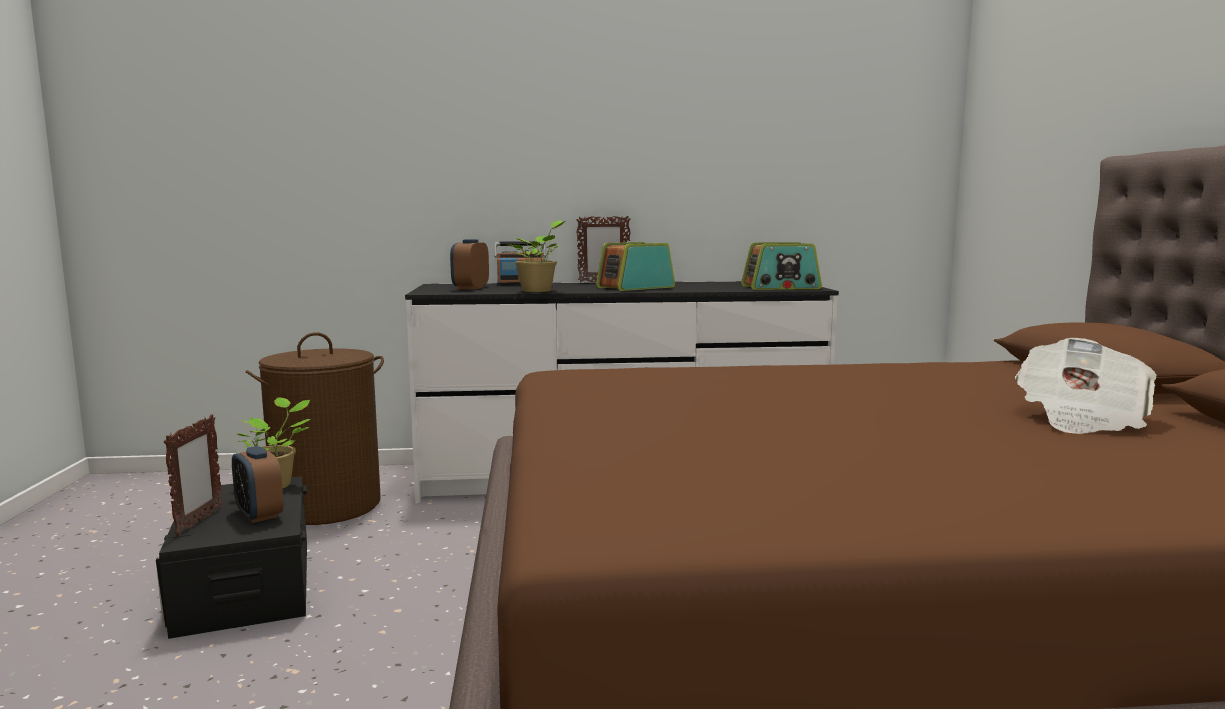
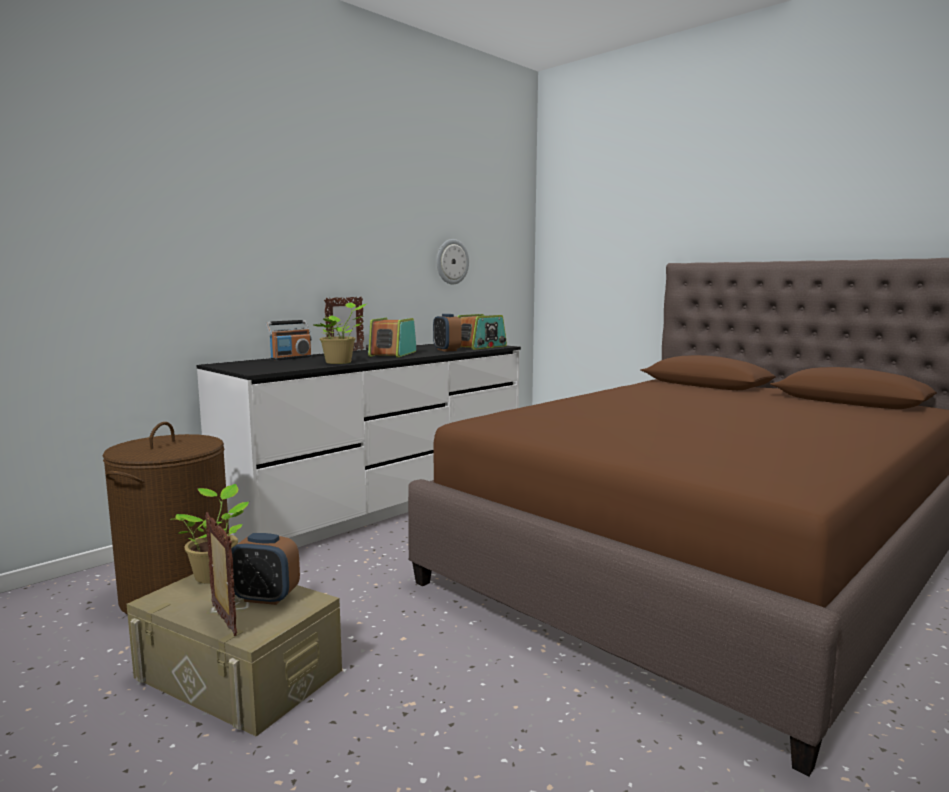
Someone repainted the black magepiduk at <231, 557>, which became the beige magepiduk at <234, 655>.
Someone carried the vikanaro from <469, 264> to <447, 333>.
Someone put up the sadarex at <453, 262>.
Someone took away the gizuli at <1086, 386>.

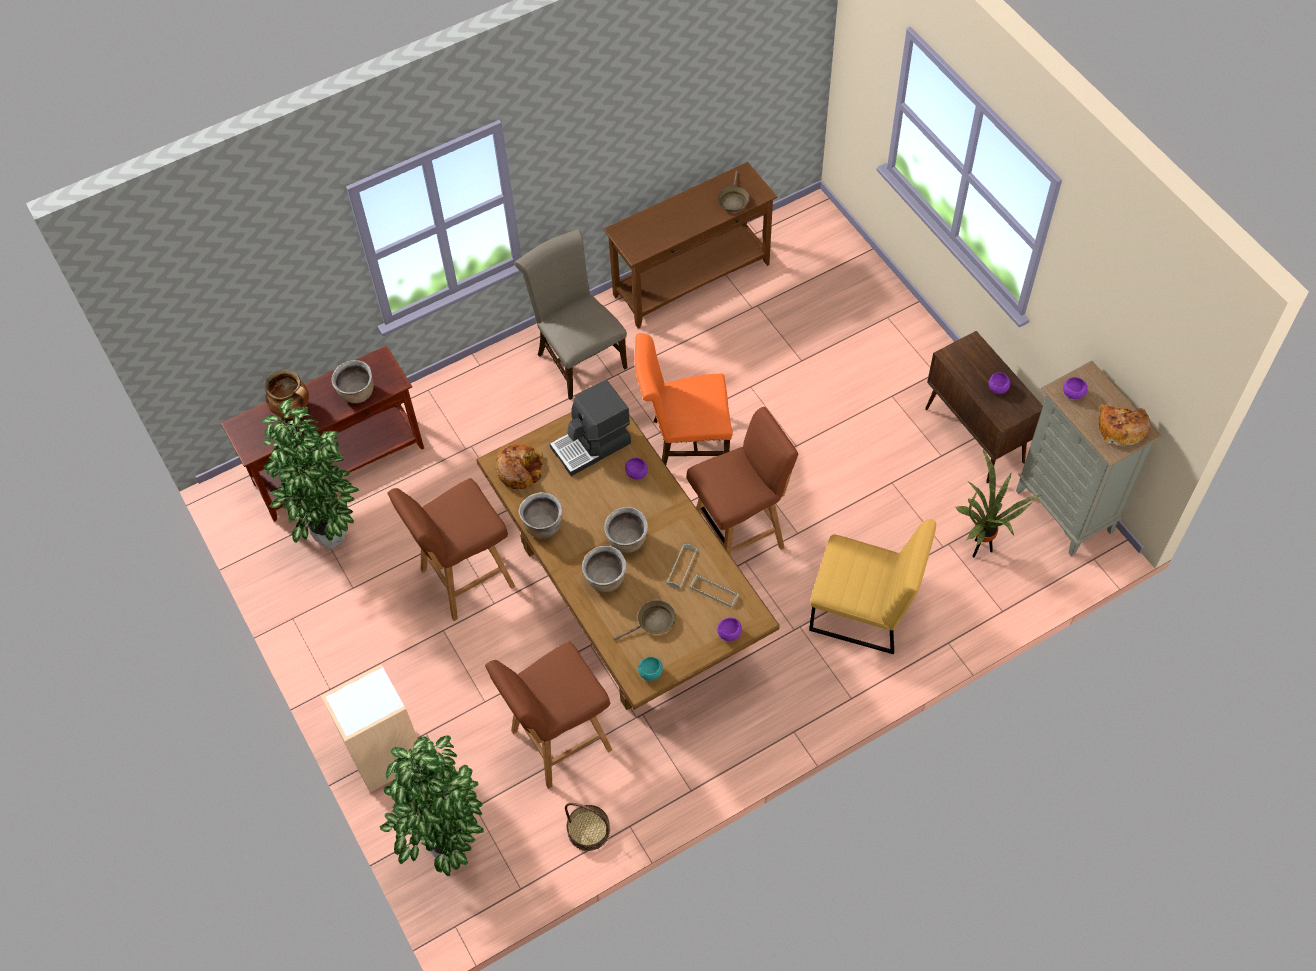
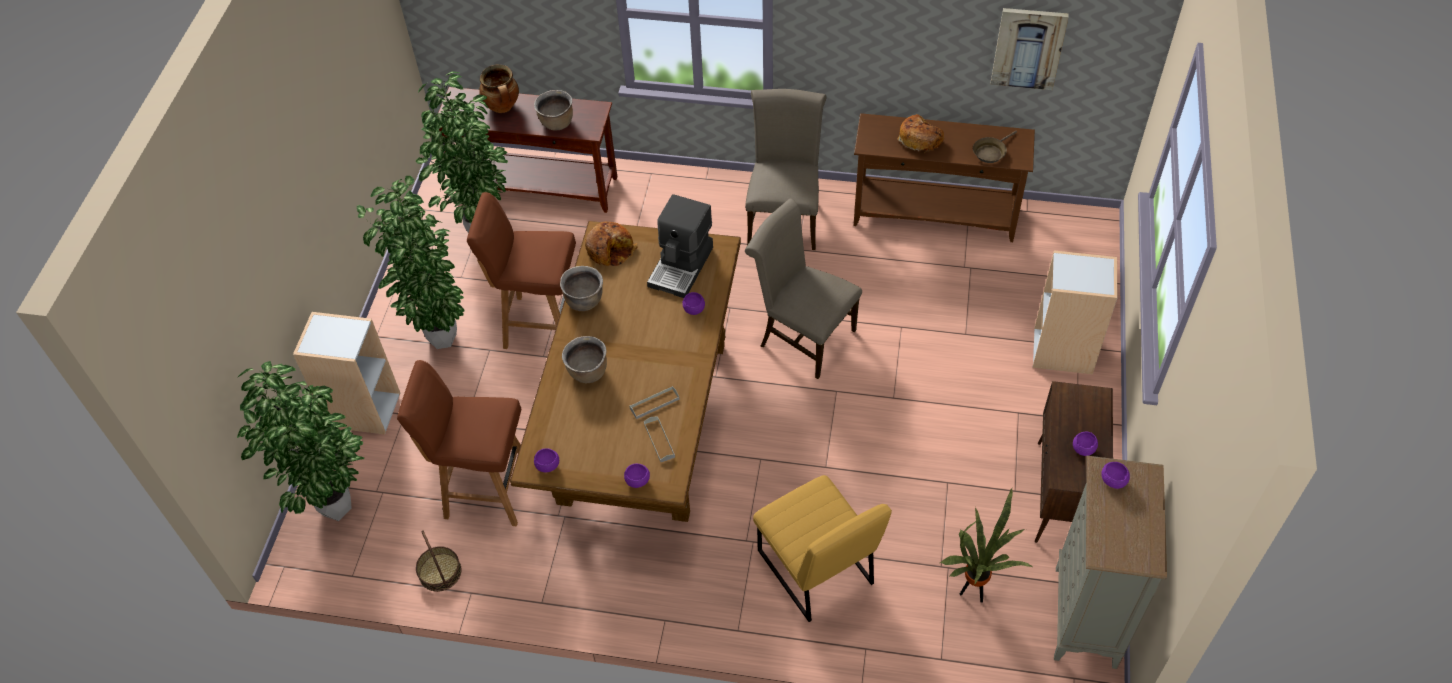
Someone put down the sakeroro at <411, 262>.
Someone repainted the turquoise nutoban at <650, 669>, which became the purple nutoban at <546, 460>.
Someone rotated the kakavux at <590, 428> by 75 degrees counterclockwise.
Someone repainted the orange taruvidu at <684, 399>, which became the beige taruvidu at <803, 289>.
Someone carried the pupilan from <1125, 425> to <920, 133>.
Someone put up the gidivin at <1030, 49>.
Someone put down the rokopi at <1075, 312>.
Someone took away the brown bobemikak at <626, 530>.
Someone took away the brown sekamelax at <644, 620>.
Someone took away the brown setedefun at <742, 481>.

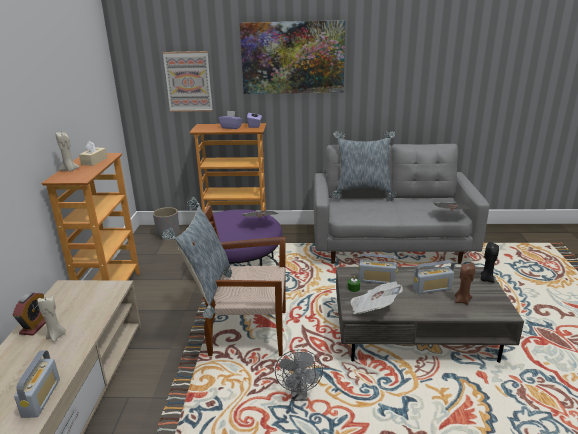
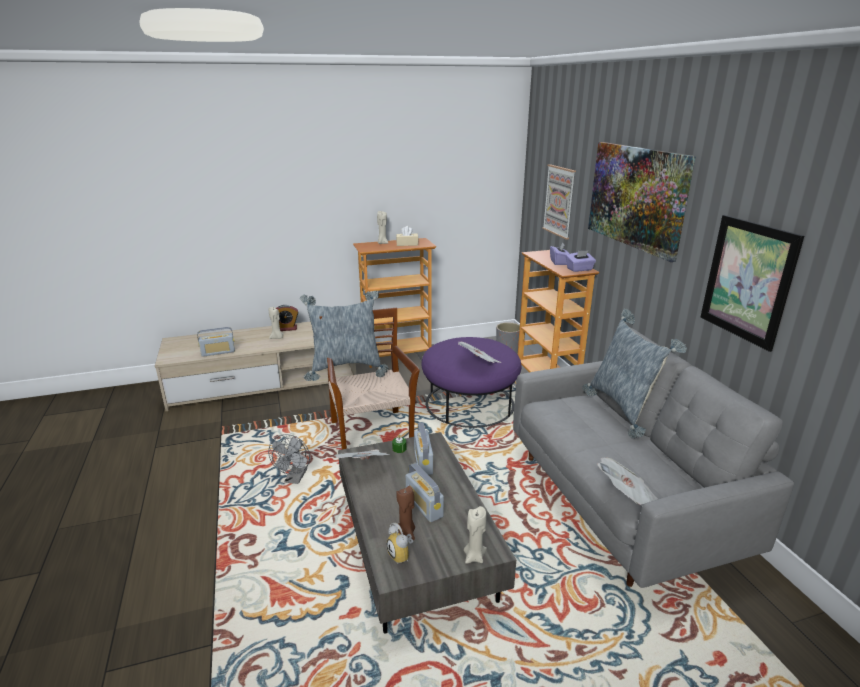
Someone rotated the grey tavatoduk at <299, 375> by 60 degrees counterclockwise.
Someone put down the vikanaro at <400, 543>.
Someone repainted the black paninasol at <489, 262>, which became the beige paninasol at <475, 535>.
Someone put up the gidivin at <752, 283>.

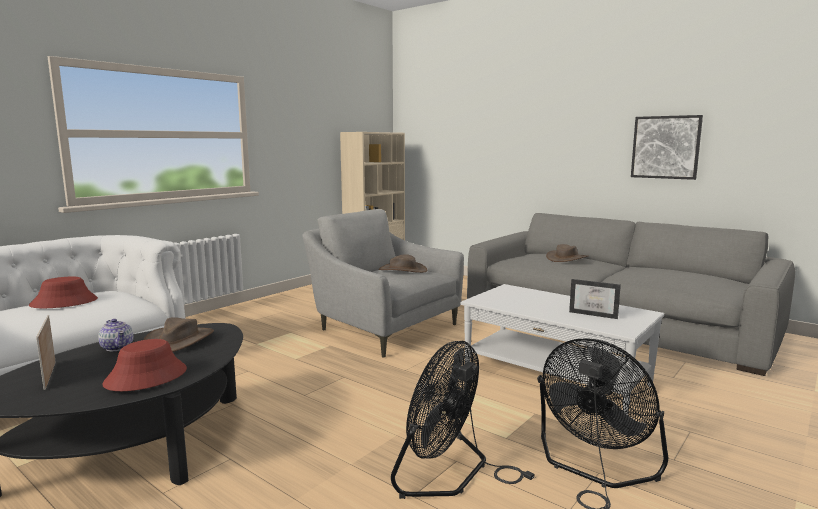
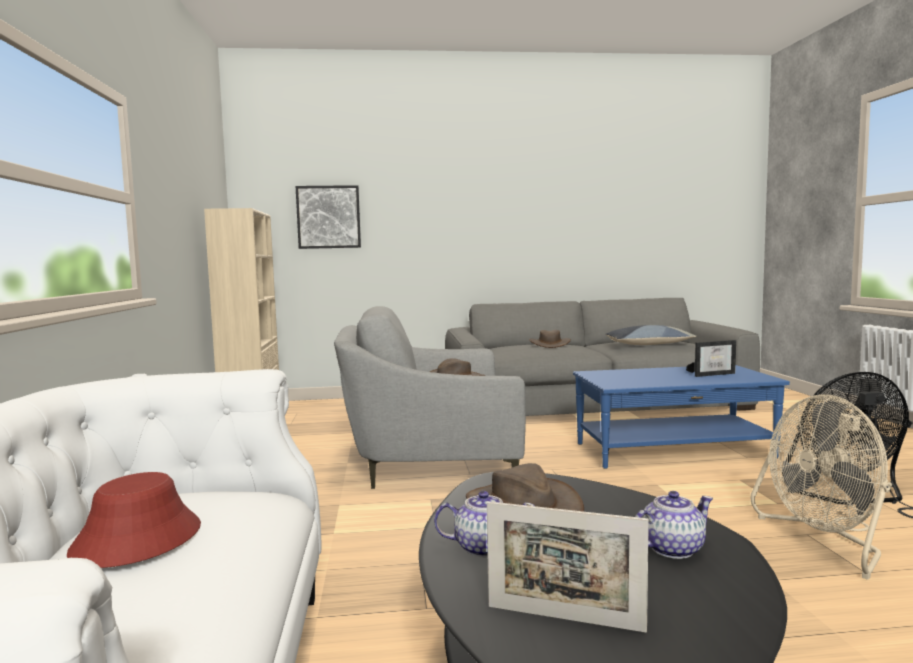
Someone carried the gidivin from <667, 147> to <328, 217>.
Someone repainted the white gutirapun at <562, 349>, which became the blue gutirapun at <681, 417>.
Someone put down the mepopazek at <650, 335>.
Someone swapped the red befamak at <144, 365> for the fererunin at <674, 525>.
Someone repainted the black tavatoduk at <463, 420>, which became the beige tavatoduk at <821, 487>.

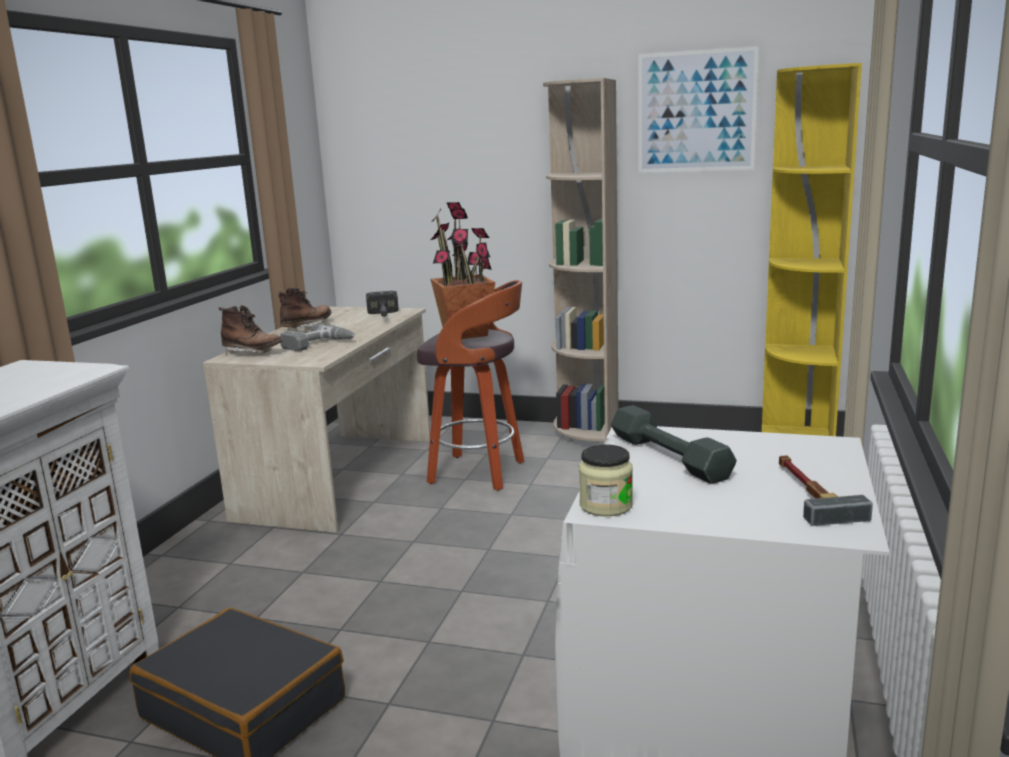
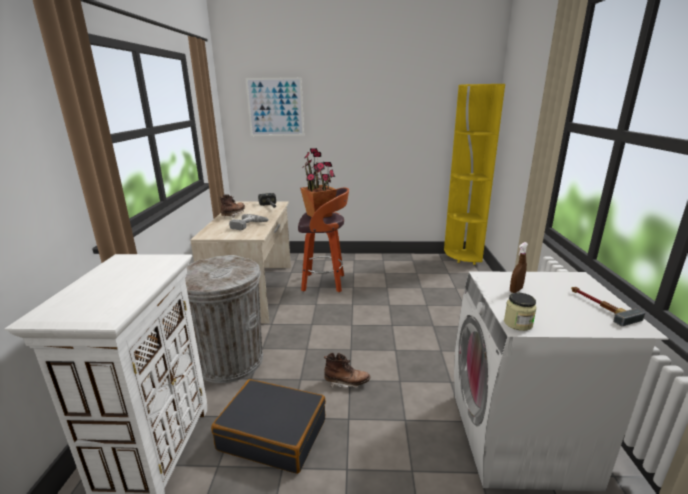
Someone put down the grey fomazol at <224, 319>.
Someone carried the gidivin from <698, 109> to <274, 106>.
Someone carried the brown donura from <251, 330> to <347, 370>.
Someone swapped the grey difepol at <674, 444> for the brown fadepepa at <519, 267>.
Someone took away the beige rokopi at <580, 261>.

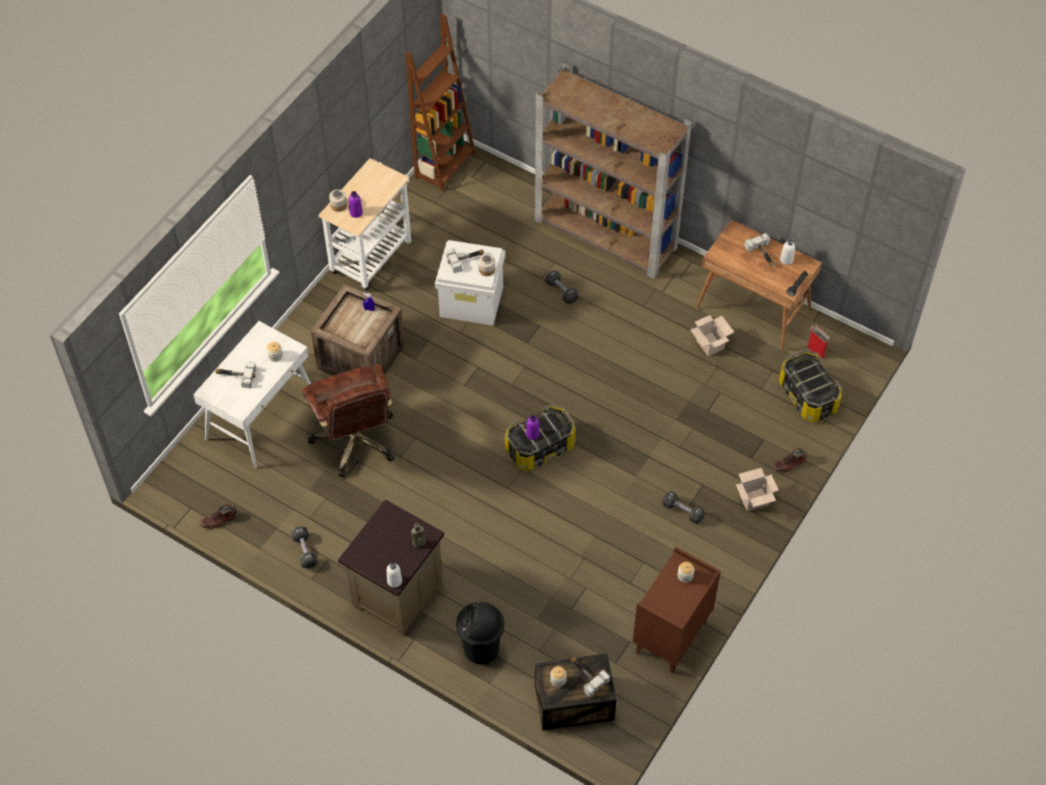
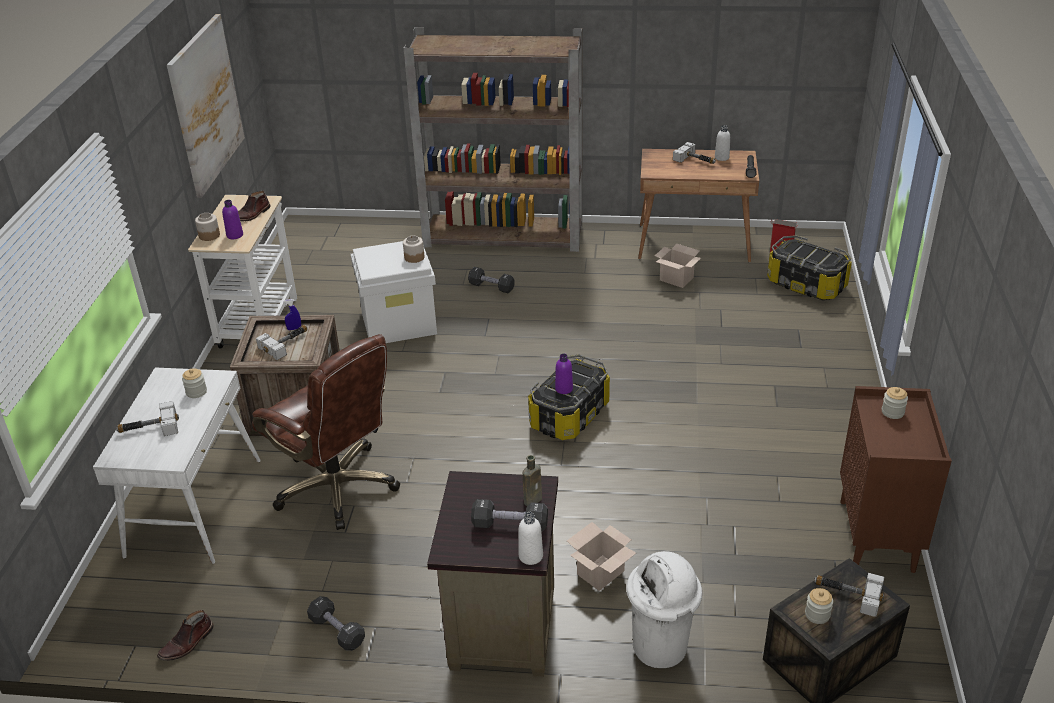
Someone put up the gidivin at <206, 106>.
Someone carried the brown donura from <789, 460> to <254, 206>.
Someone carried the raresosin from <465, 260> to <281, 342>.
Someone carried the black difepol from <683, 507> to <509, 515>.
Someone carried the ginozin from <757, 489> to <601, 556>.
Someone repainted the black fomazol at <480, 633>, which became the white fomazol at <664, 609>.
Someone took away the brown rokopi at <440, 103>.

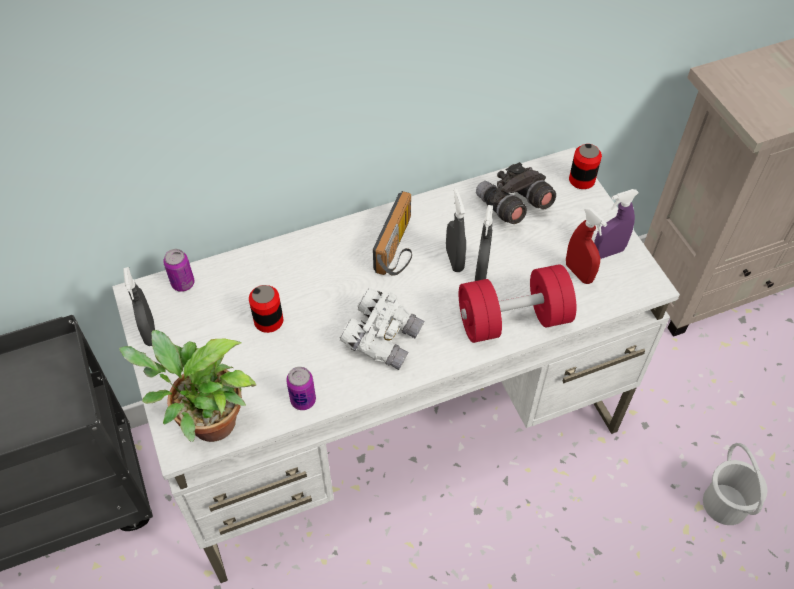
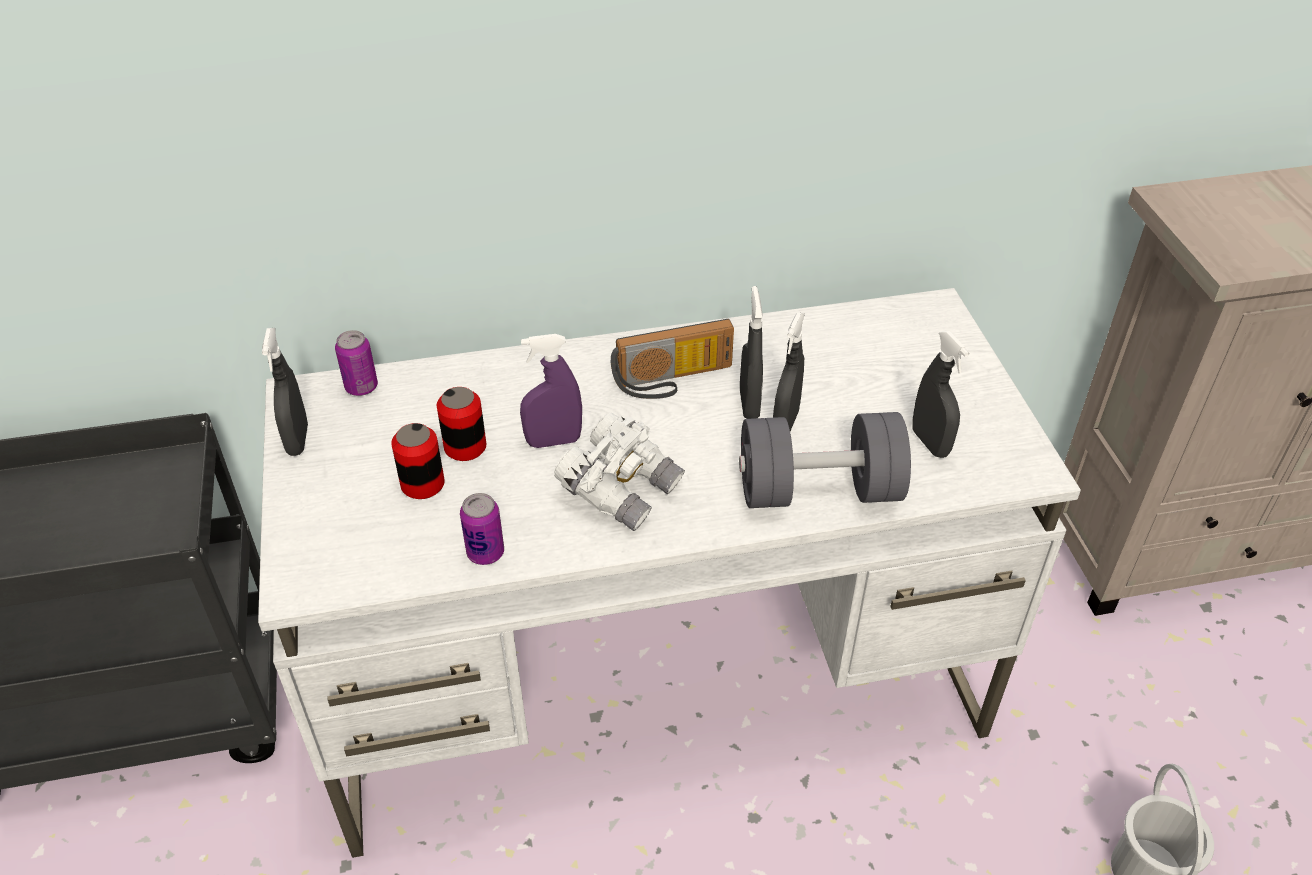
Someone carried the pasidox from <585, 166> to <418, 461>.
Someone carried the purple fadepepa from <616, 224> to <551, 391>.
Someone rotated the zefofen at <392, 233> by 45 degrees clockwise.
Someone repainted the red difepol at <517, 303>, which became the grey difepol at <825, 460>.
Someone repainted the red fadepepa at <586, 245>, which became the grey fadepepa at <940, 394>.
Someone took away the sakeroro at <187, 386>.
Someone took away the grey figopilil at <516, 193>.

